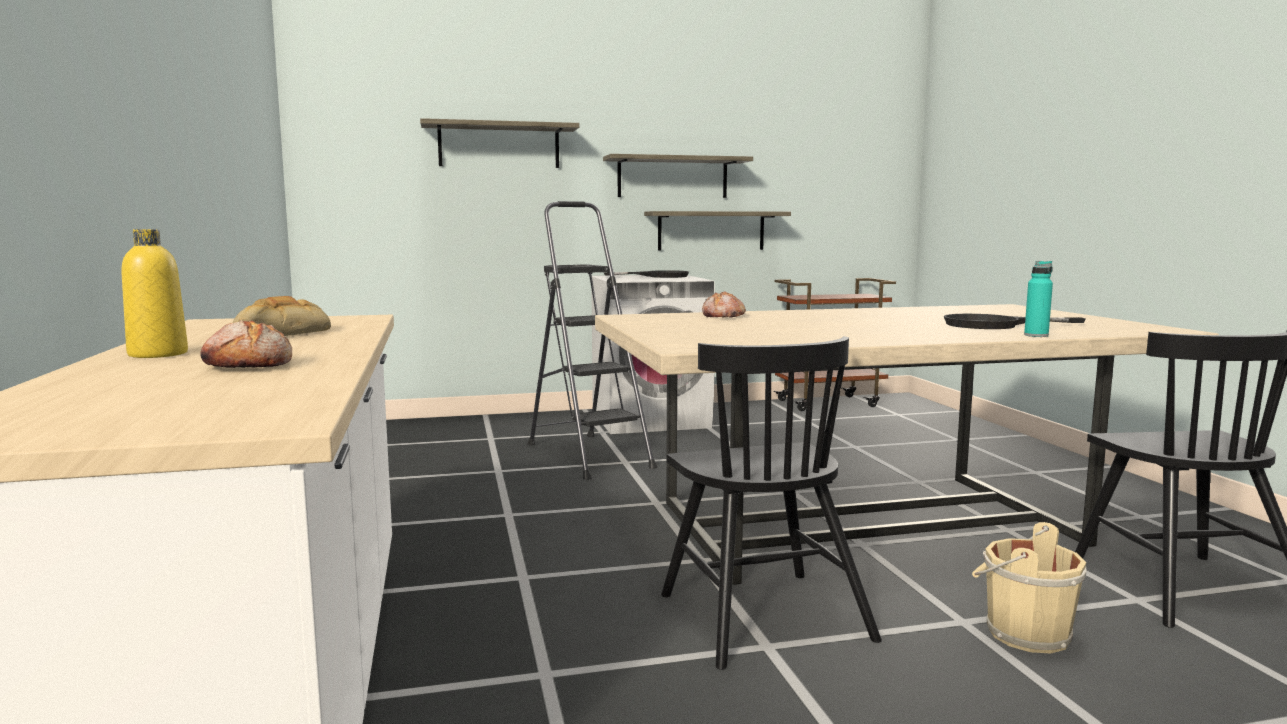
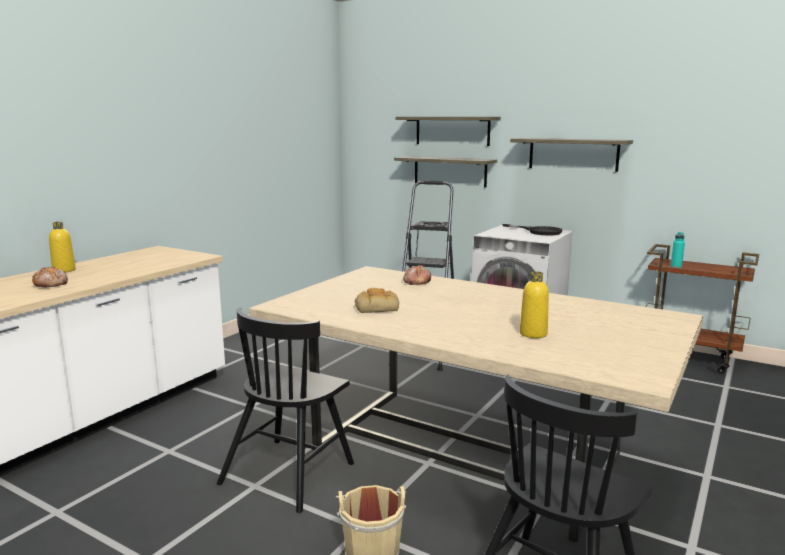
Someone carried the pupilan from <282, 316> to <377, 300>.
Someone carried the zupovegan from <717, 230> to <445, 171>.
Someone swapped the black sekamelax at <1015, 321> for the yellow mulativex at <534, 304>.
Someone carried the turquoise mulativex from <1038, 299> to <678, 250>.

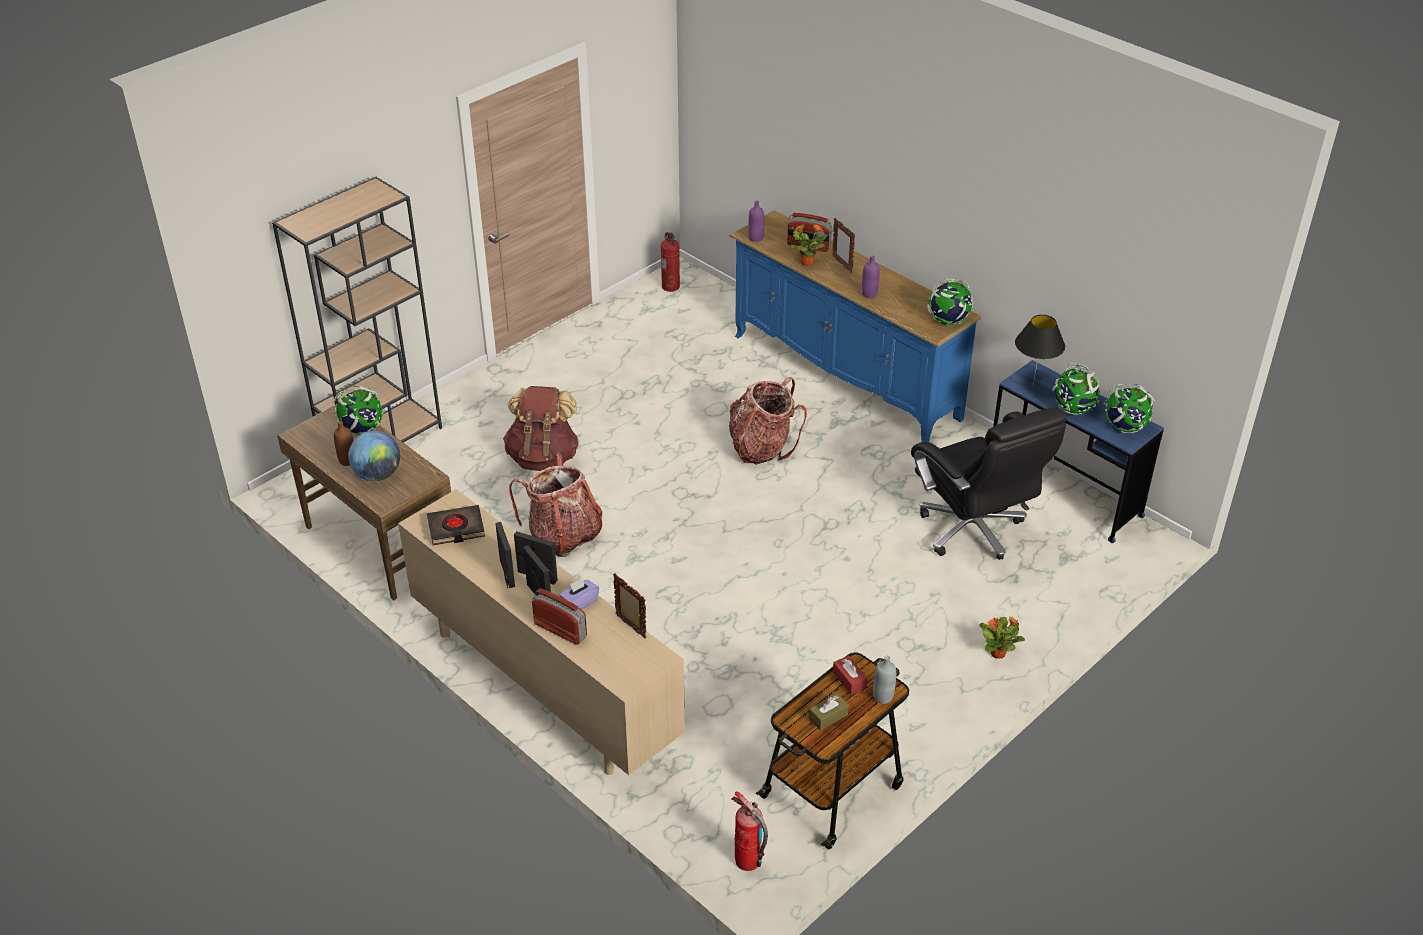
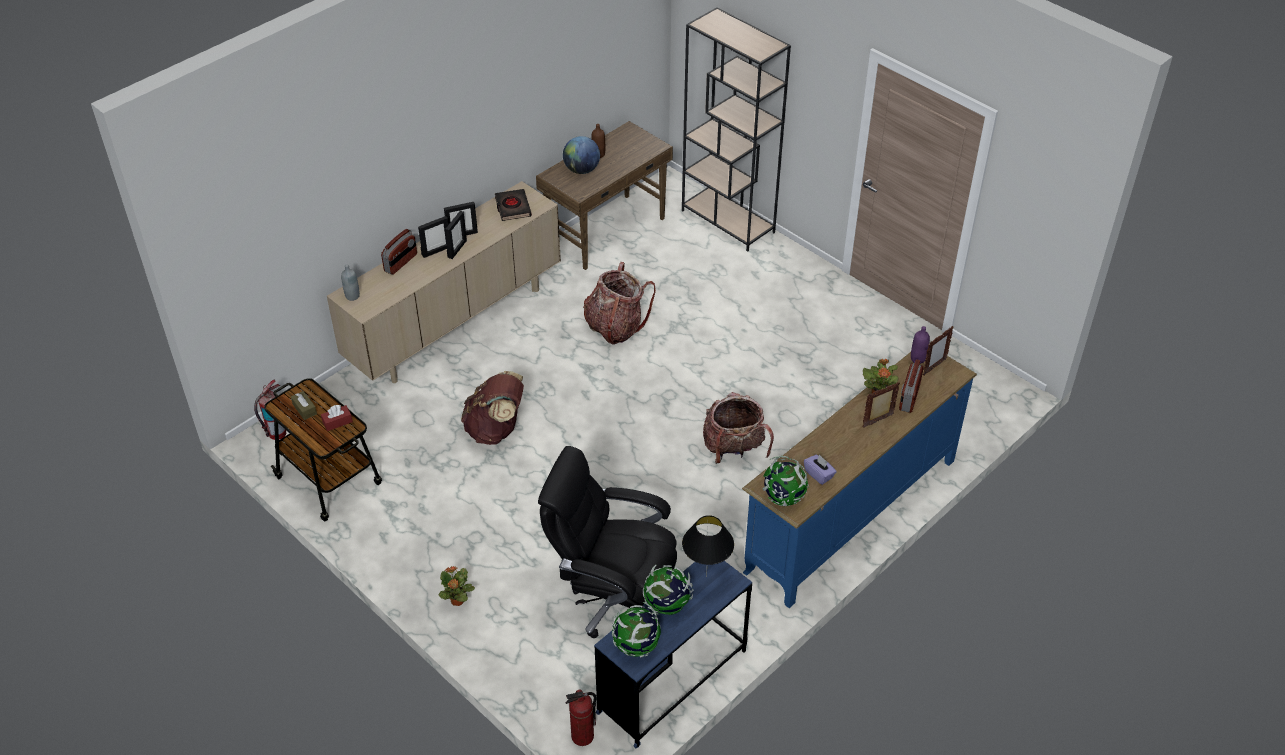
Someone carried the grey mulativex from <884, 680> to <350, 282>.
Someone carried the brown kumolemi from <541, 428> to <492, 408>.
Someone rotated the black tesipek at <989, 484> by 45 degrees clockwise.
Someone carried the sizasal from <670, 262> to <581, 718>.
Someone carried the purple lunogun from <579, 593> to <820, 469>.
Someone carried the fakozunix from <630, 606> to <938, 350>.
Someone took away the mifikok at <358, 410>.
Someone took away the purple mulativex at <871, 276>.

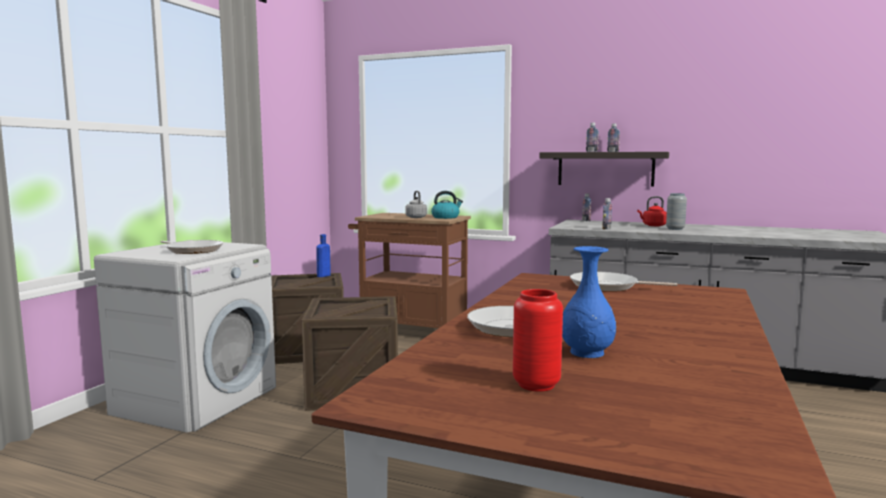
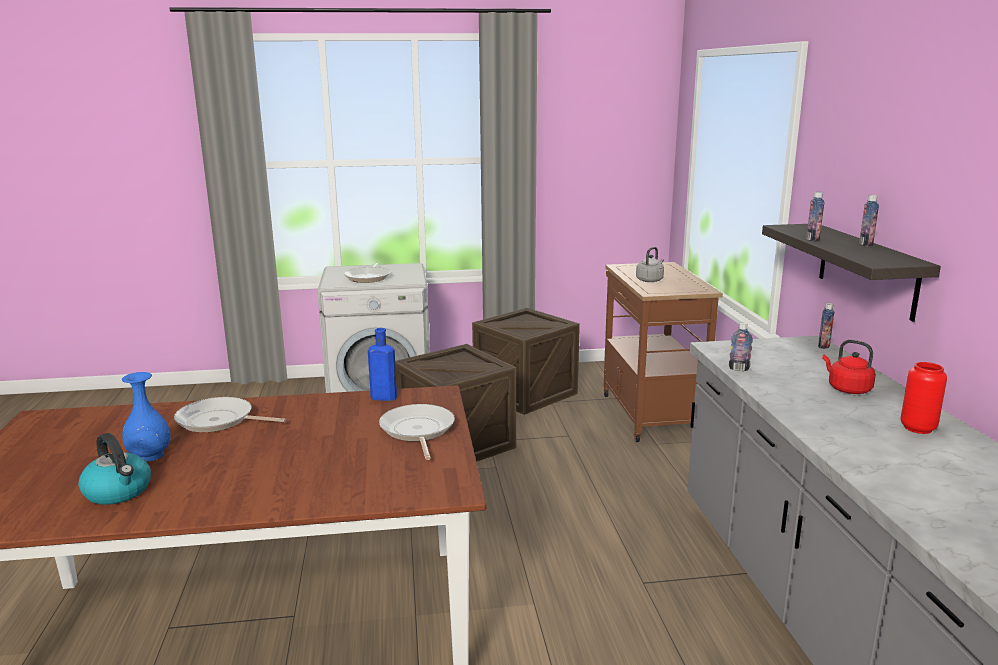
Someone carried the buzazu from <447, 205> to <114, 469>.
Someone carried the blue mulativex from <323, 255> to <382, 364>.
Someone carried the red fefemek from <538, 340> to <923, 398>.
Someone took away the grey fefemek at <676, 211>.

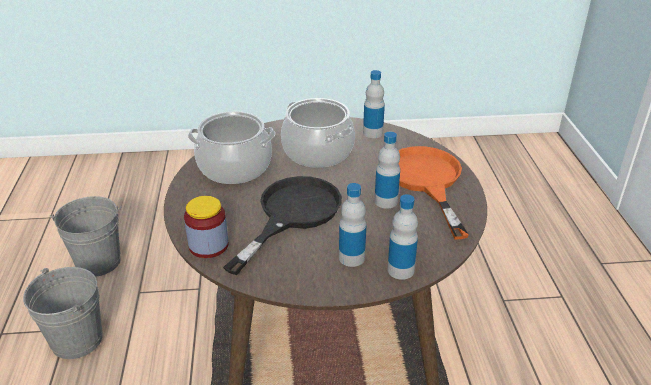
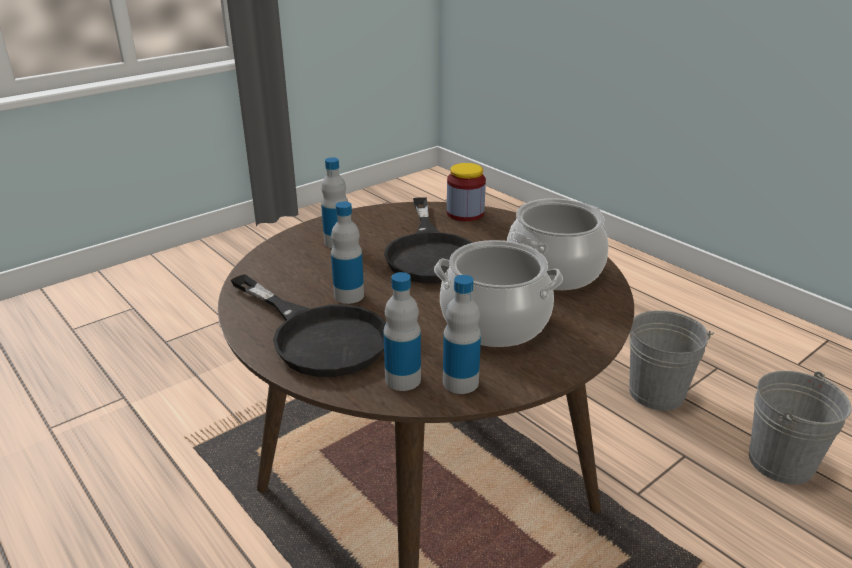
Someone repainted the orange sekamelax at <433, 192>, which became the black sekamelax at <308, 325>.
Someone carried the mulativex from <402, 237> to <402, 331>.

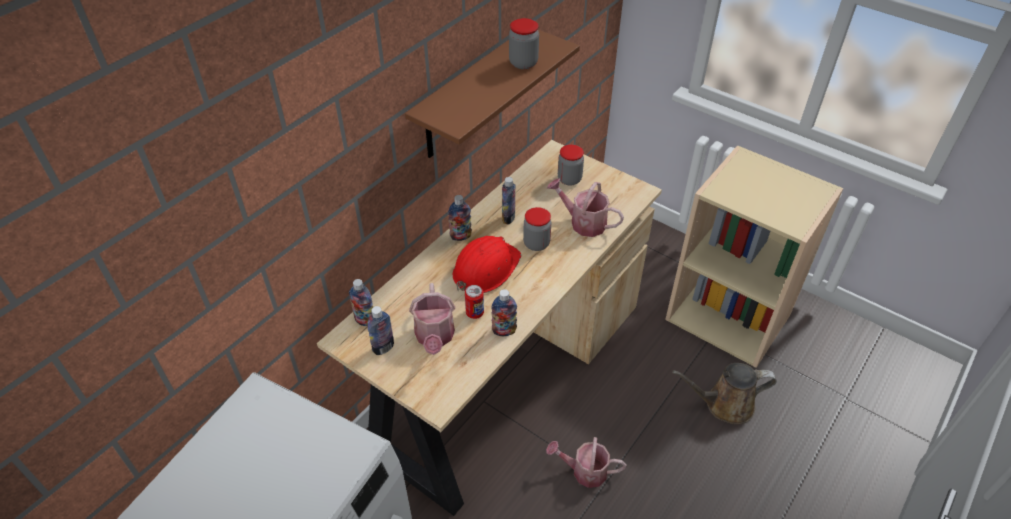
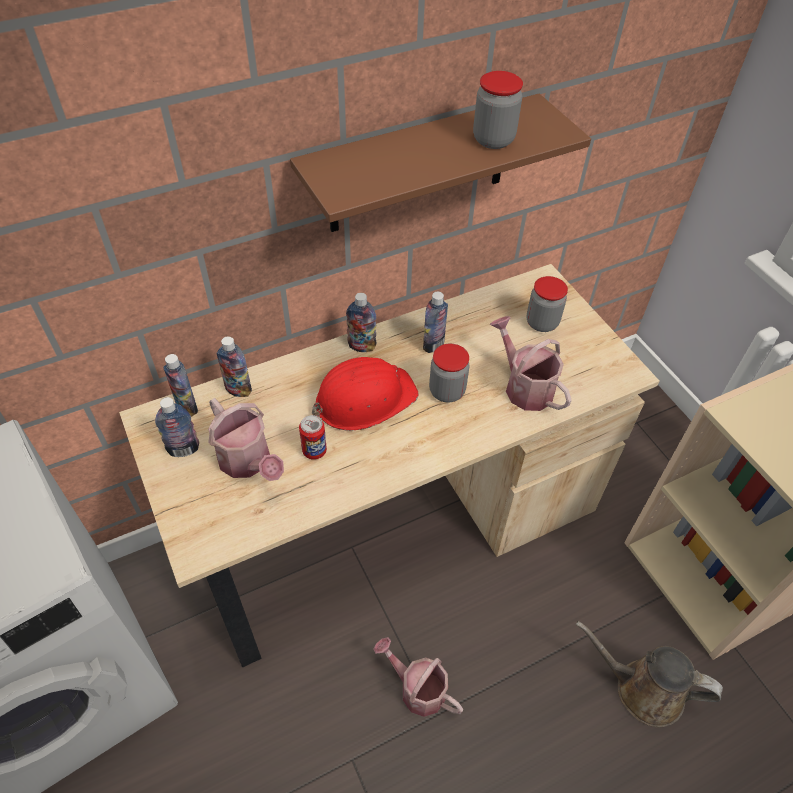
Someone rotated the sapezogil at <432, 319> by 60 degrees counterclockwise.
Someone carried the mulativex from <504, 312> to <234, 366>.

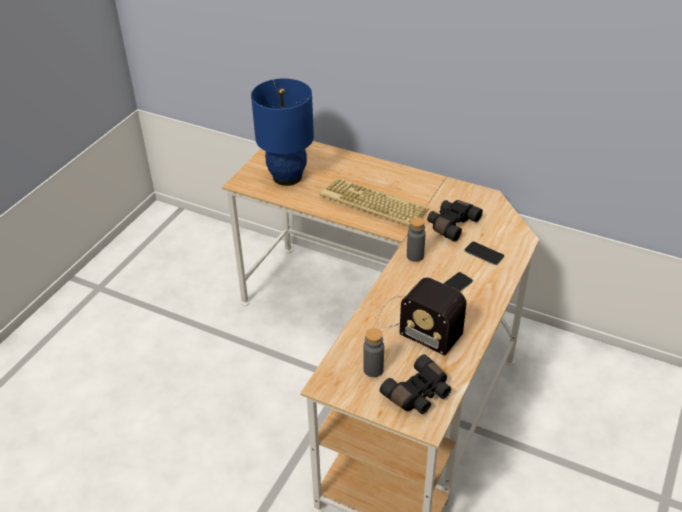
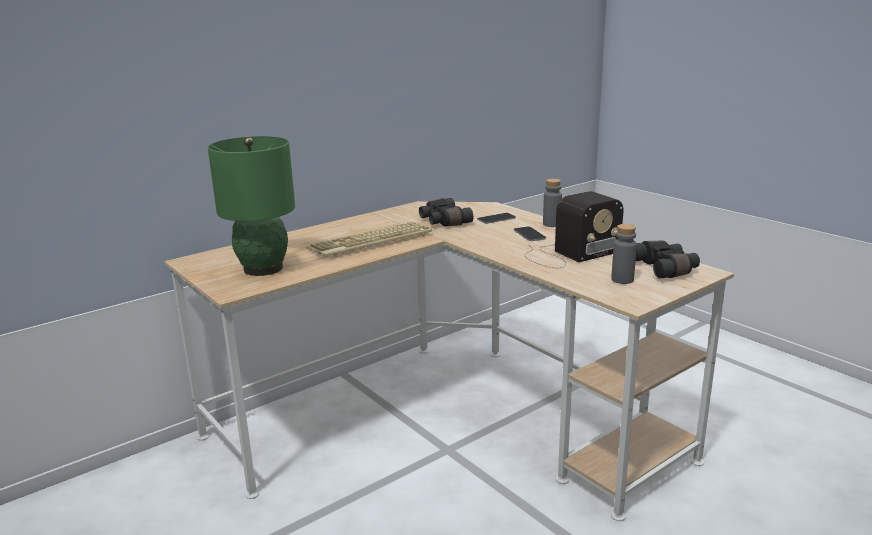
Someone repainted the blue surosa at <282, 132>, which became the green surosa at <251, 206>.
Someone carried the grey mulativex from <416, 239> to <552, 203>.

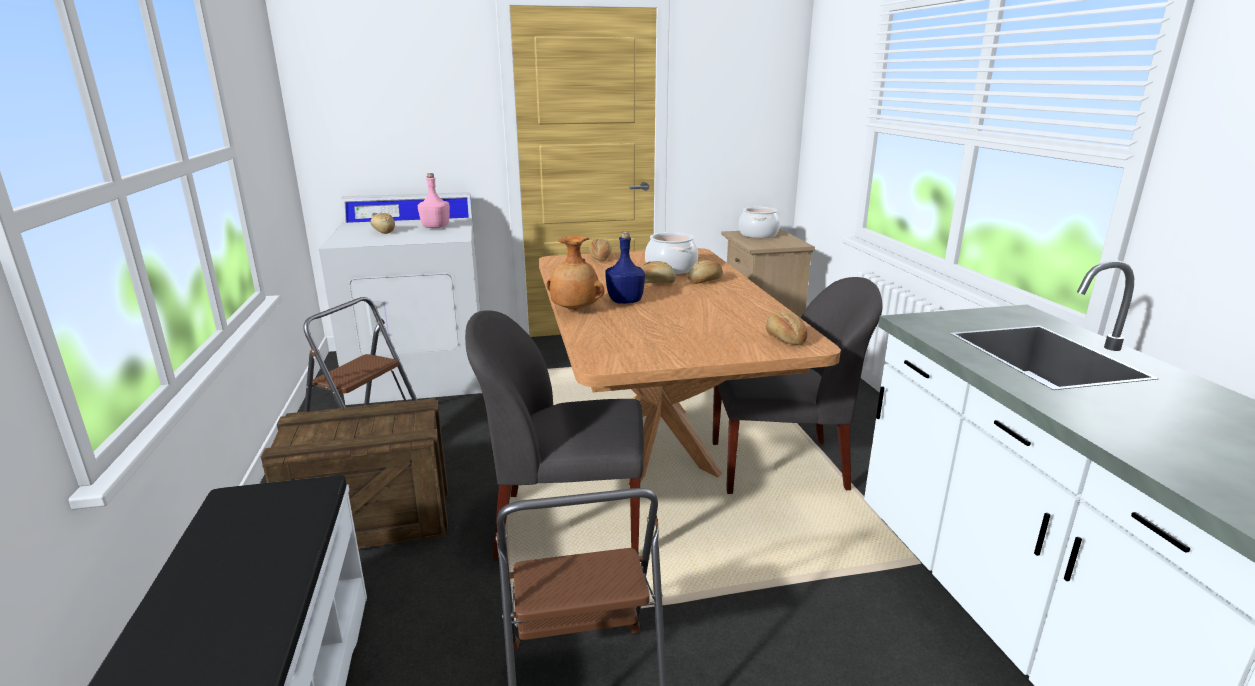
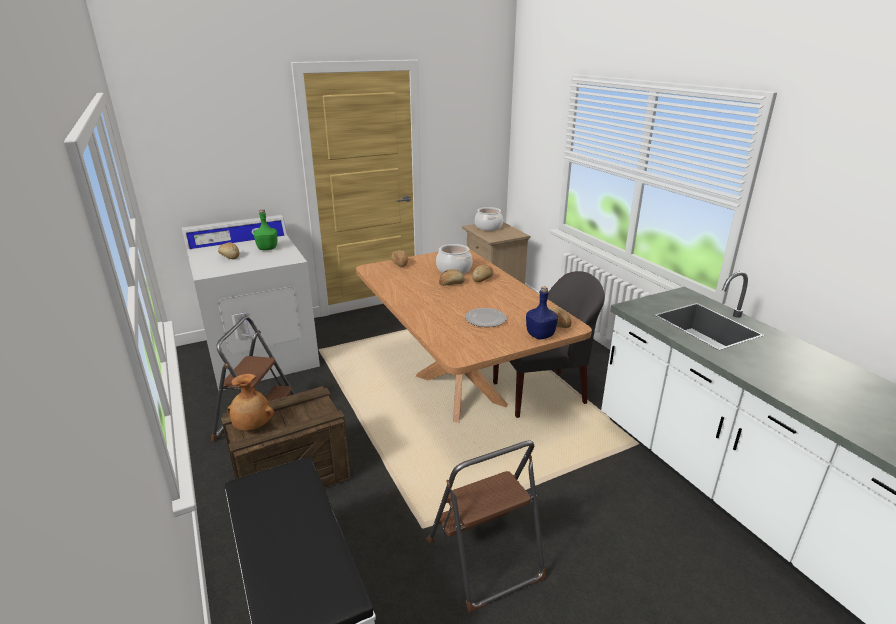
Someone carried the brown fefemek from <576, 273> to <250, 402>.
Someone repainted the pink mulativex at <434, 200>, which became the green mulativex at <265, 229>.
Someone put down the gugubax at <486, 317>.
Someone carried the blue mulativex from <625, 267> to <542, 313>.
Someone took away the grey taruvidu at <554, 435>.

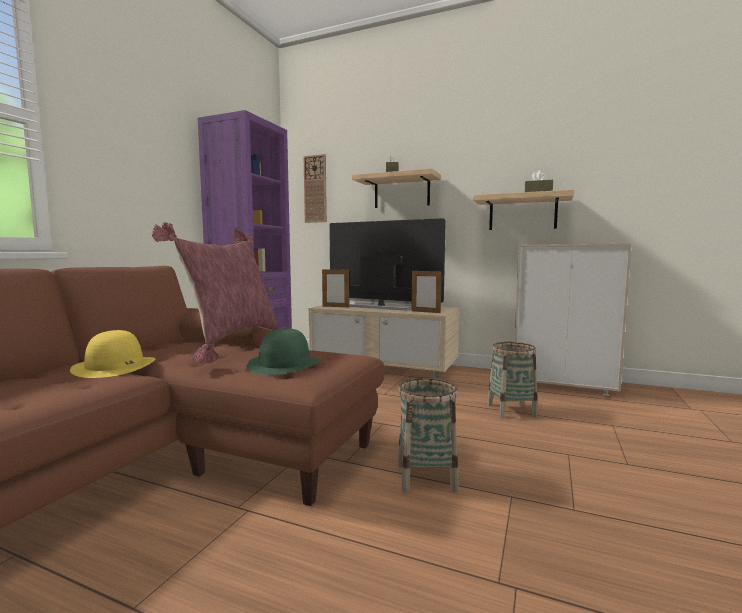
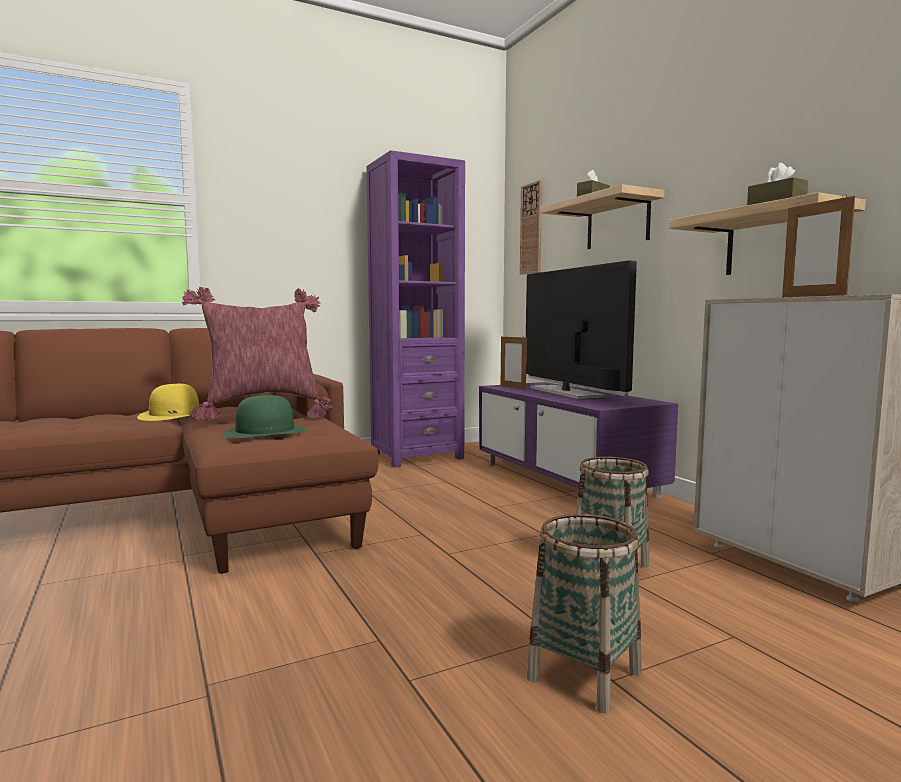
Someone repainted the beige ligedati at <384, 340>, which became the purple ligedati at <578, 440>.
Someone carried the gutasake from <428, 435> to <584, 614>.
Someone carried the fakozunix from <427, 291> to <818, 245>.

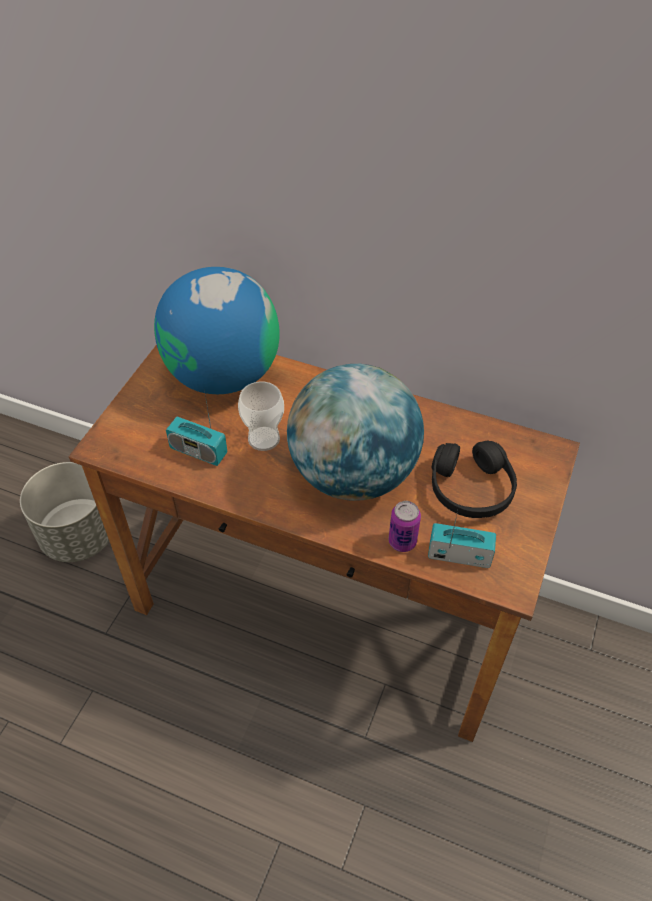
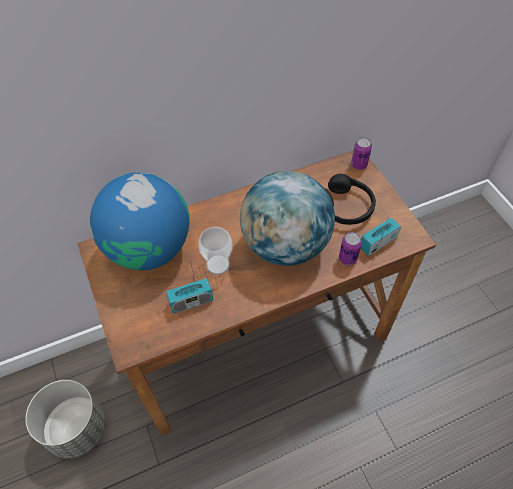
Someone put down the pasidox at <361, 153>.

